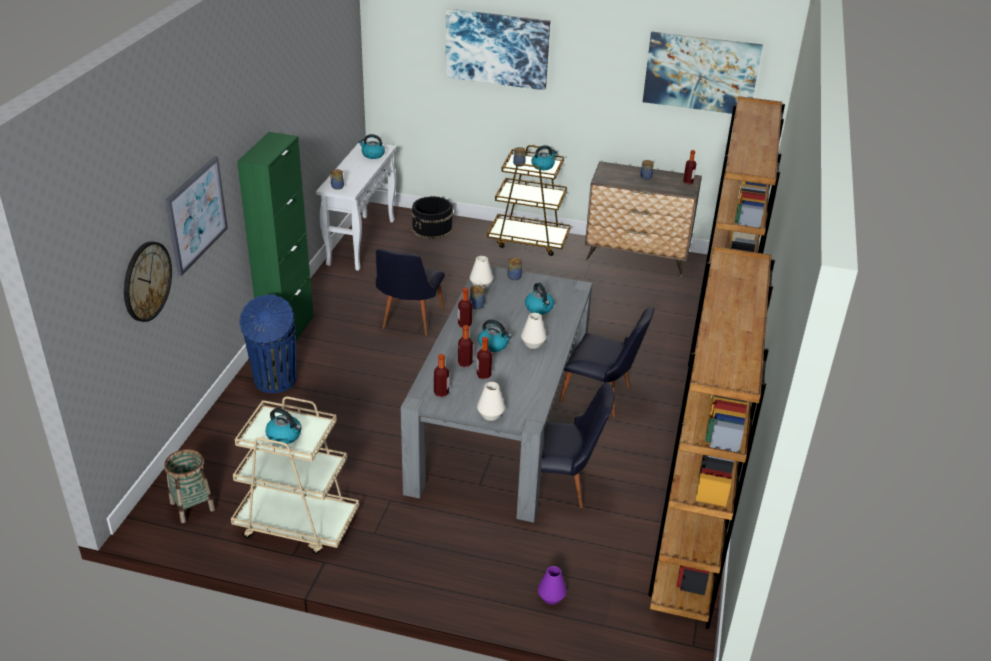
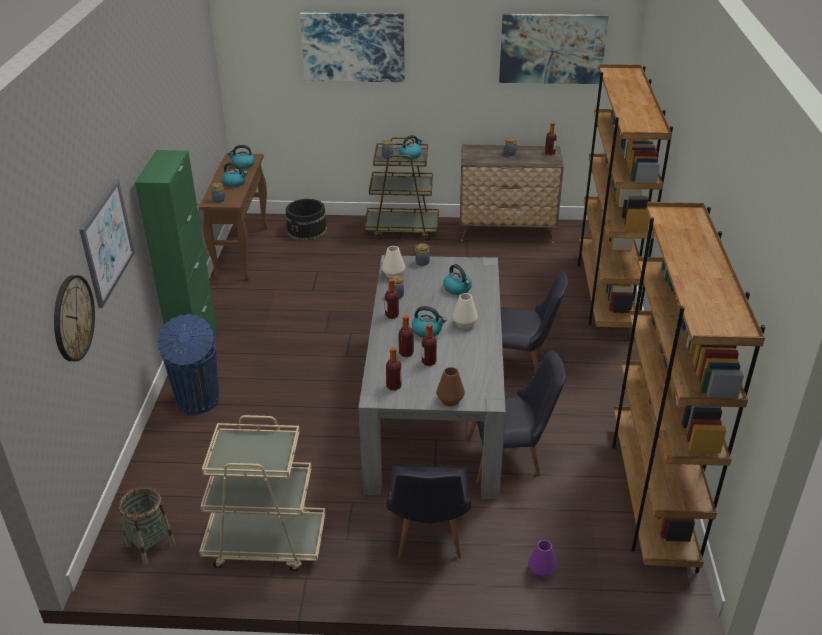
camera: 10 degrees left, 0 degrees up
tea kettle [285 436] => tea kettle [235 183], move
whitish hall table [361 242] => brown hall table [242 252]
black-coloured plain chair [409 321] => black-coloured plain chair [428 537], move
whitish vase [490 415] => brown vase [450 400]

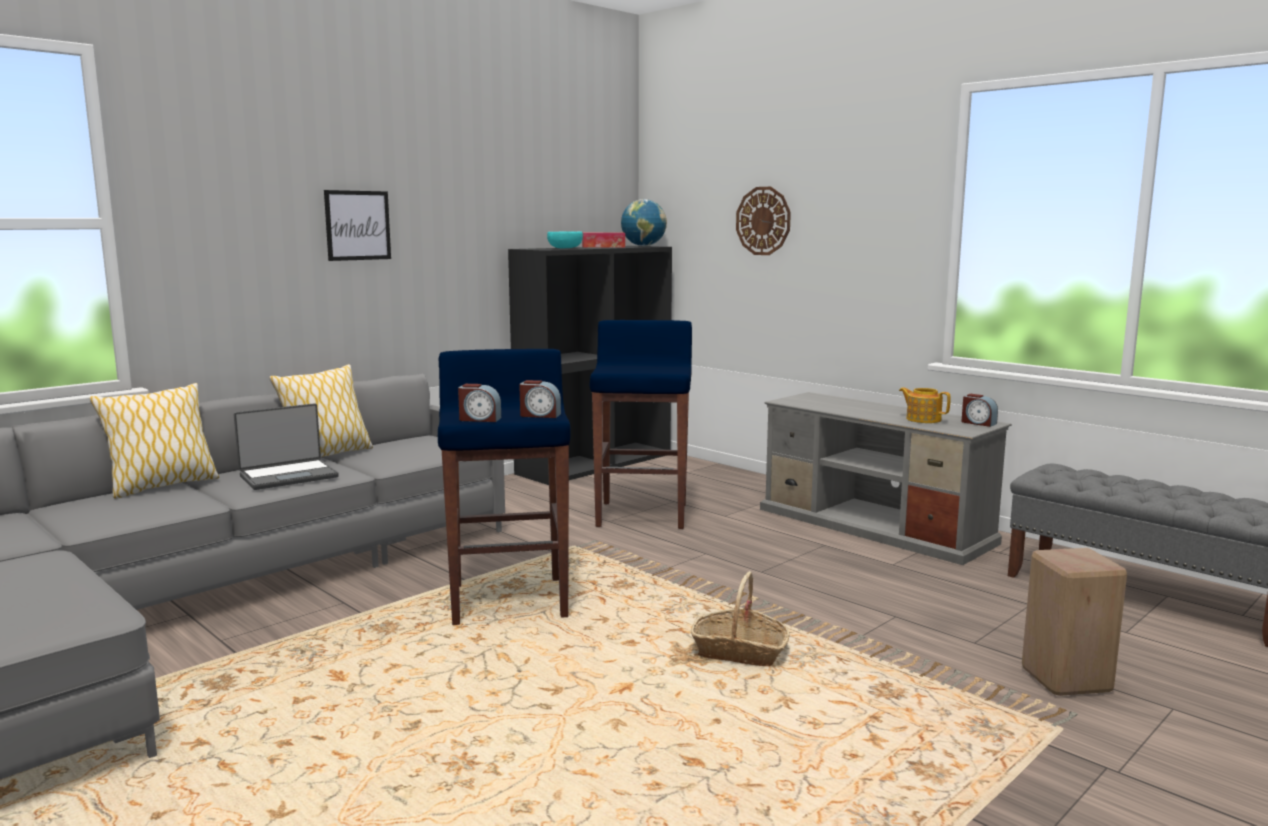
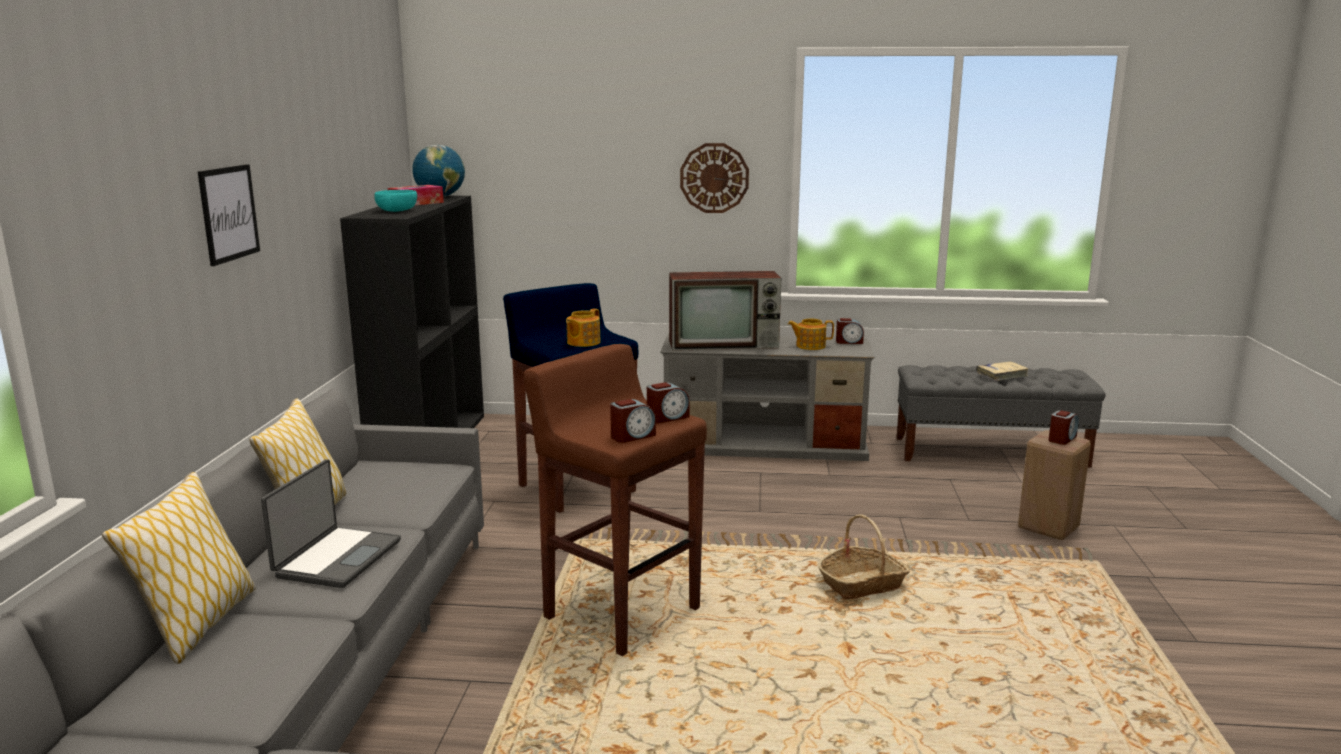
camera: 40 degrees left, 5 degrees up
bluish stool [509 599] => brown stool [620 612]
wall clock [763 221] => wall clock [714 178], move
nothing => teapot [582 342]
nothing => TV set [725 344]
nothing => beige volume [1001 375]
nothing => table clock [1062 439]

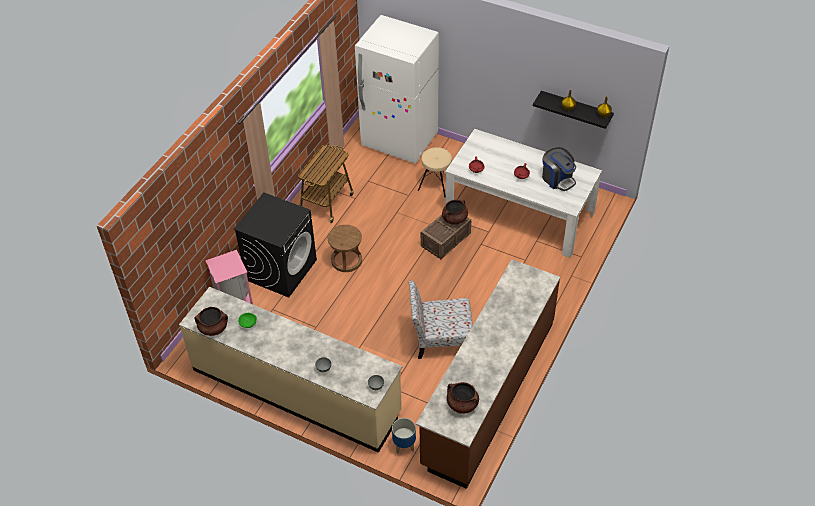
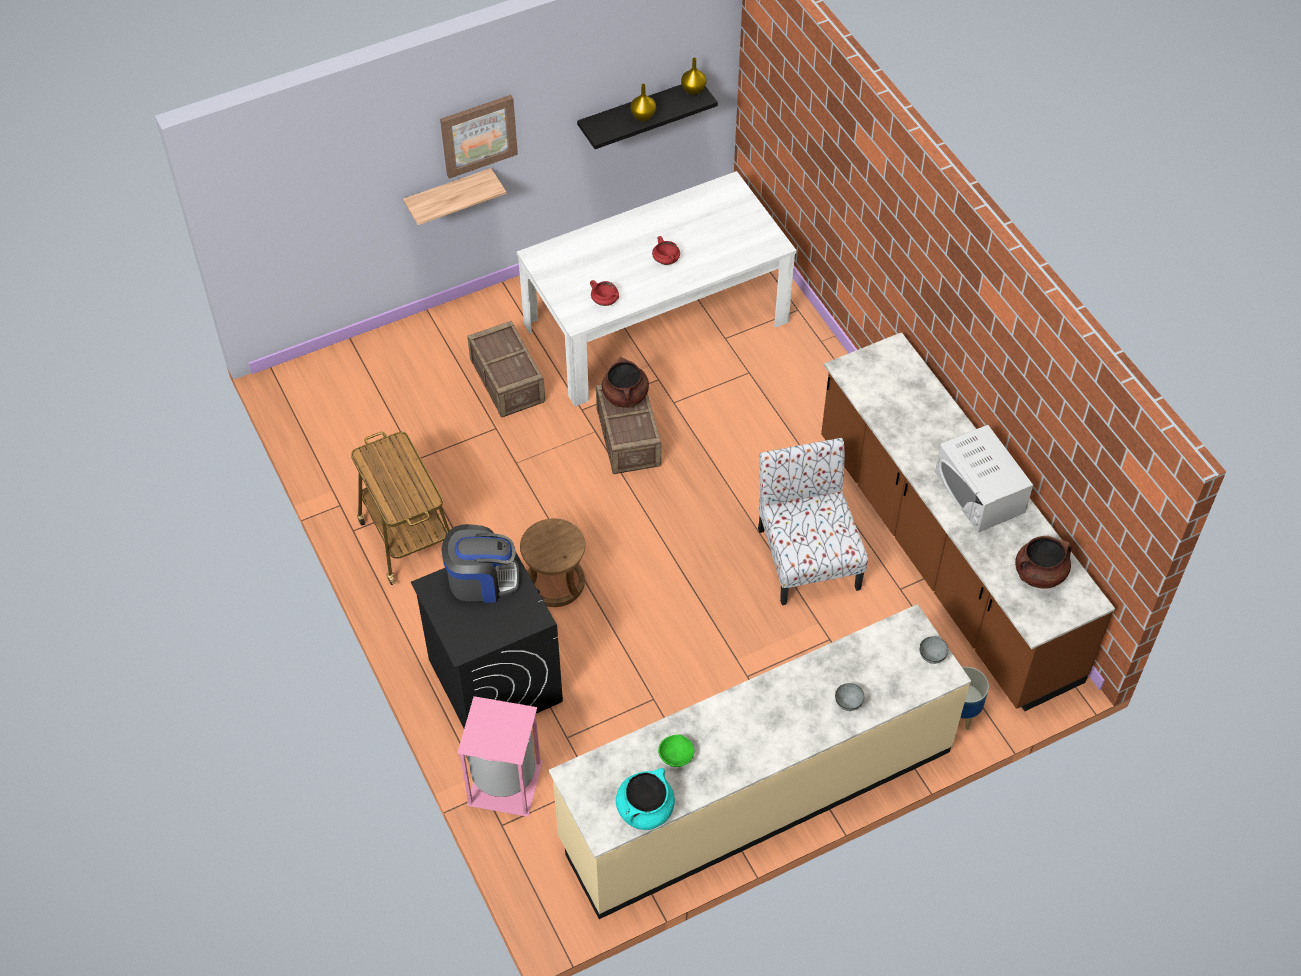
camera: 55 degrees left, 5 degrees up
brown saucepot [213 328] => blue-green saucepot [645 809]
whitish fridge [399 141] => nothing
plain chair [441 339] => plain chair [807 556], 135 degrees clockwise
beige stool [436 184] => packing crate [506 381]
coffee brewer [557 179] => coffee brewer [481 579], move
nothing => shelf [448 195]
nothing => picture [478 135]
nothing => whitish kitchen microwave [979 492]

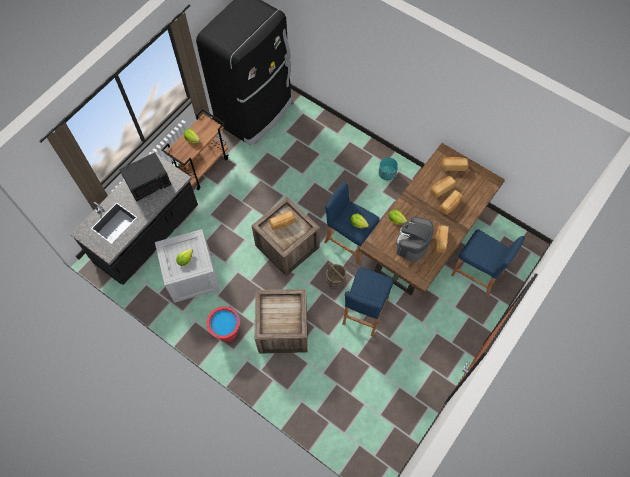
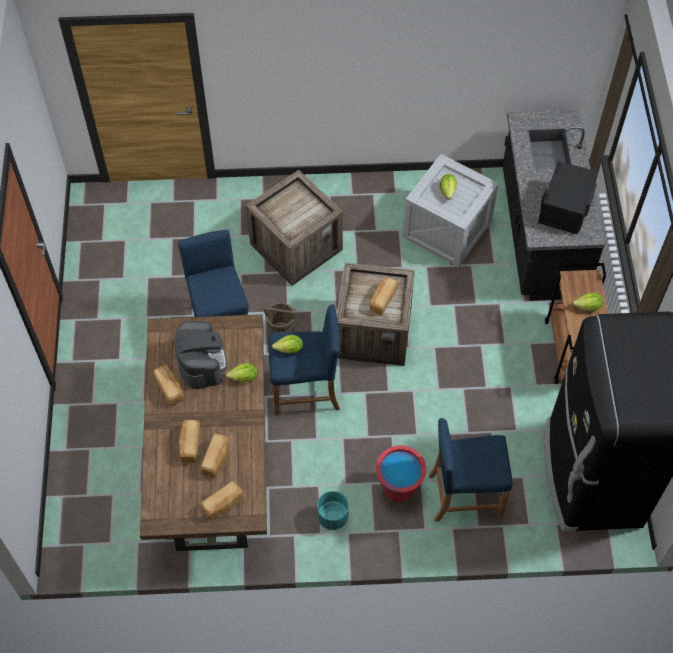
camera: 140 degrees right, 5 degrees down
reddish bucket [227 332] => reddish bucket [398 488], move
bluish stool [477 273] => bluish stool [465 495], move

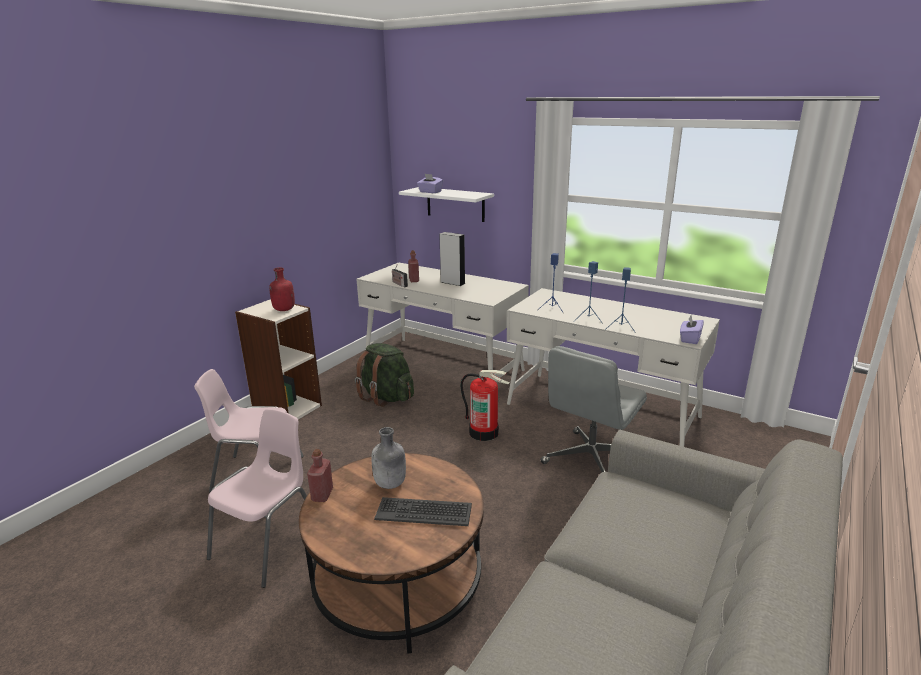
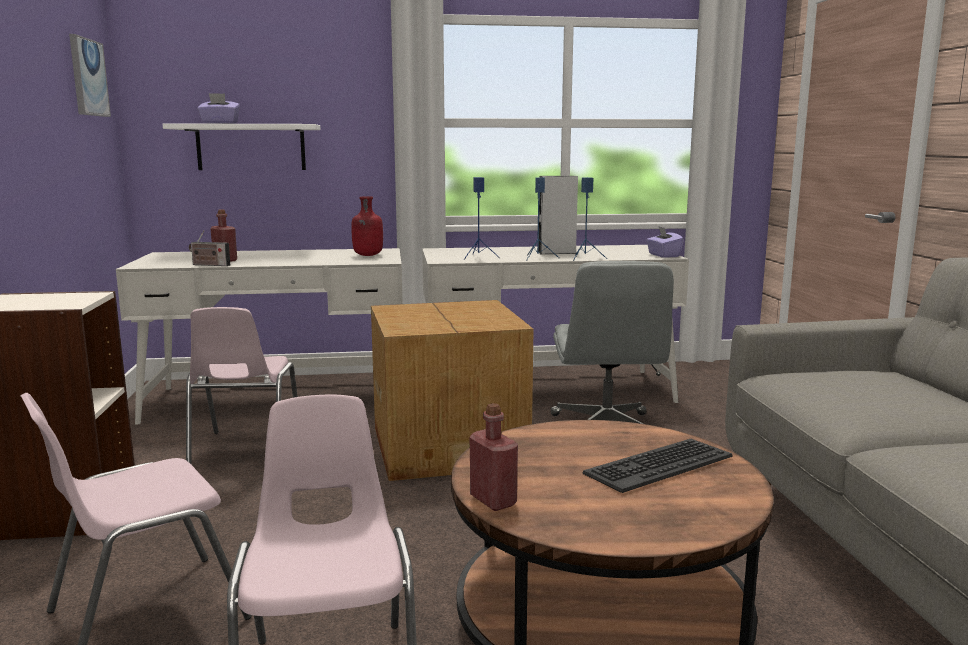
camera: 40 degrees left, 10 degrees down
reddish beverage bottle [283 310] => reddish beverage bottle [367 255], move
green-coloured rucksack [386 397] => pinkish plain chair [245 452]
greyish beverage bottle [390 484] => nothing
greyish speaker [452 283] => greyish speaker [557 253], move
fire extinguisher [484 432] => carton [450 445]
nothing => picture [88 77]

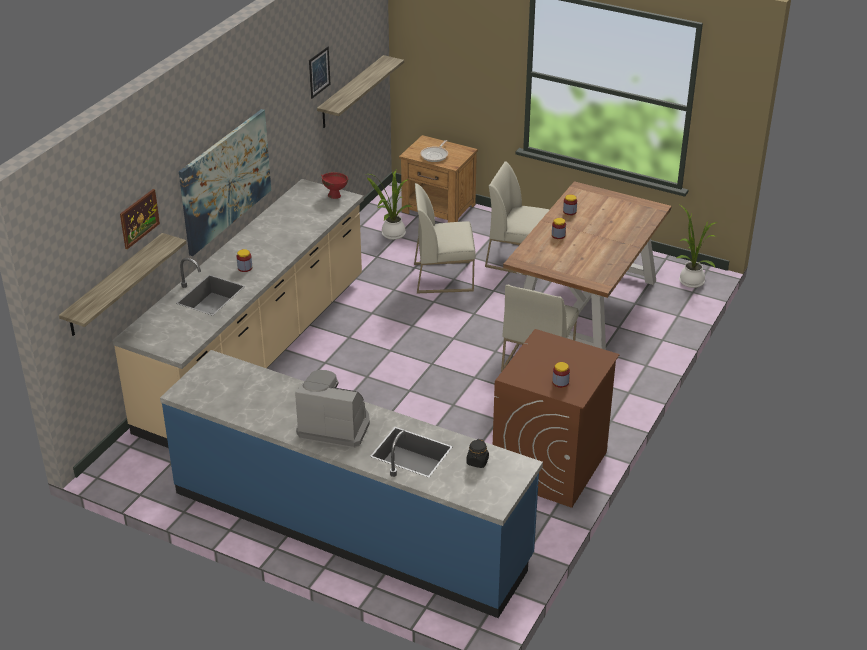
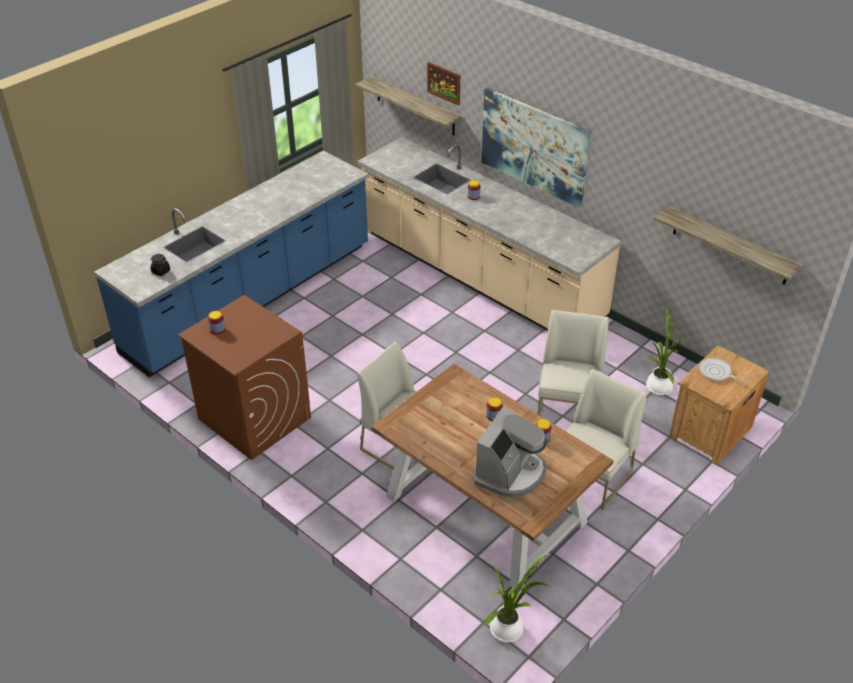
camera: 105 degrees right, 5 degrees up
coffee brewer [334 426] => coffee brewer [510 473], move
picture [319 72] => nothing
reddish deep dish [335 195] => nothing

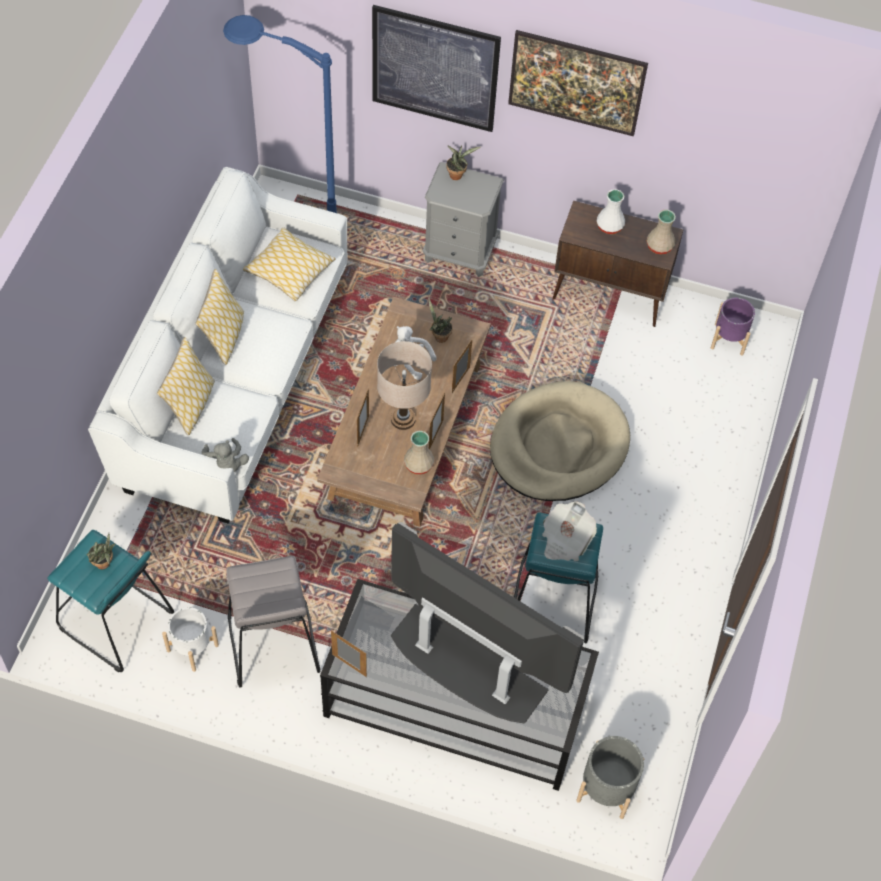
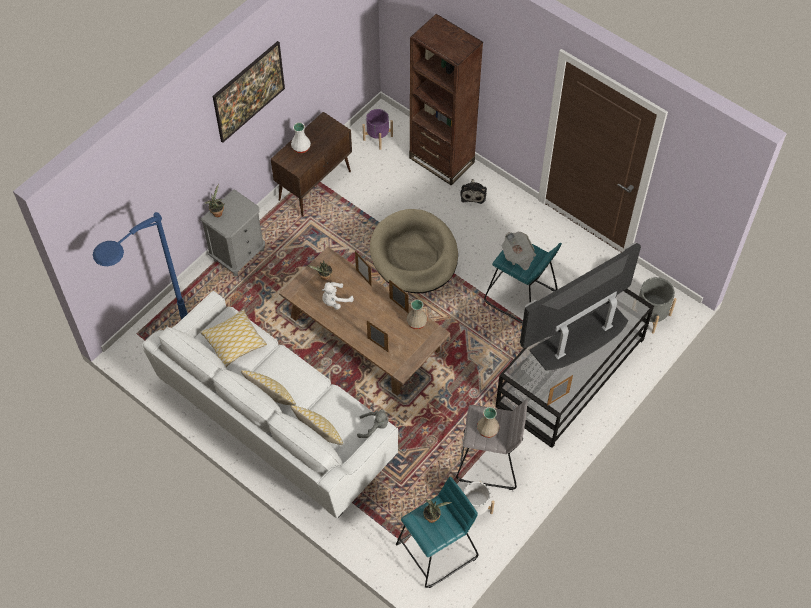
camera: 65 degrees left, 0 degrees up
picture [434 69] => nothing
beige table lamp [403 419] => nothing
beige vase [659 246] => beige vase [487 430], move
nothing => brown bookshelf [441 160]
nothing => soft toy [473 194]

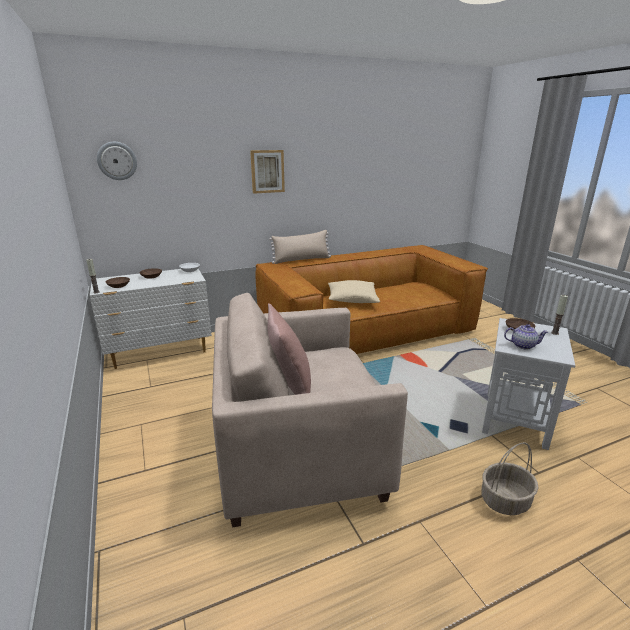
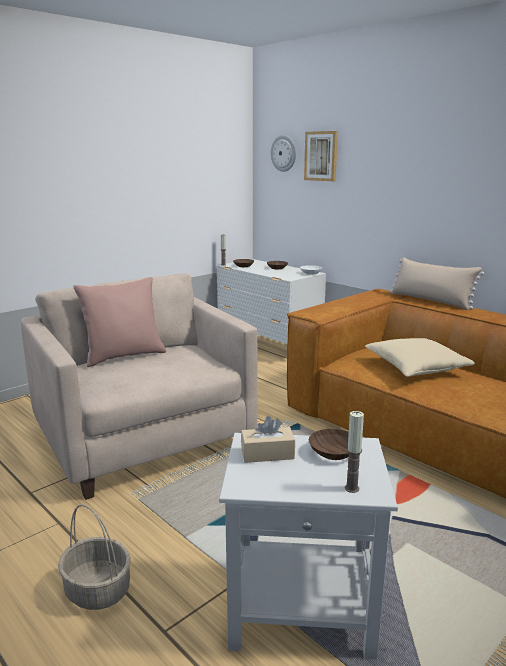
camera: 70 degrees right, 5 degrees down
picture [267 171] => picture [321 156], move
teapot [523 345] => beige box of tissues [267 454]

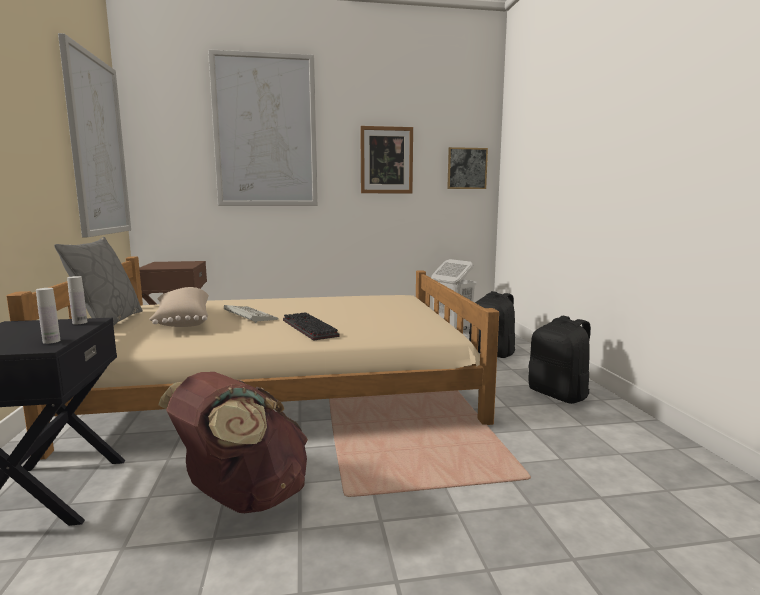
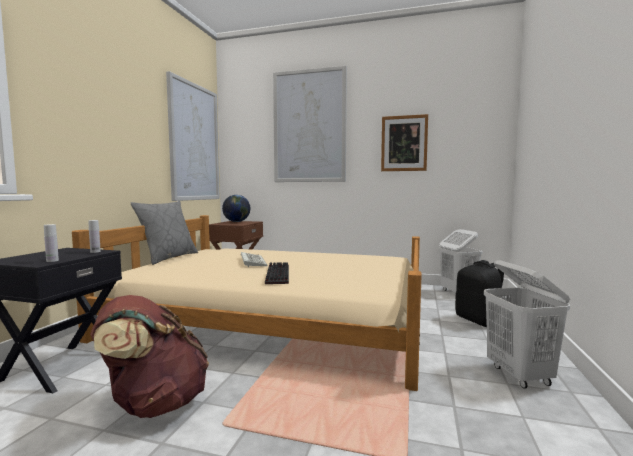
camera: 25 degrees right, 5 degrees down
beige pillow [182 321] => nothing
picture [467 168] => nothing
black-coloured rucksack [559 395] => whitish washing basket [520 376]
nothing => world globe [236 222]

